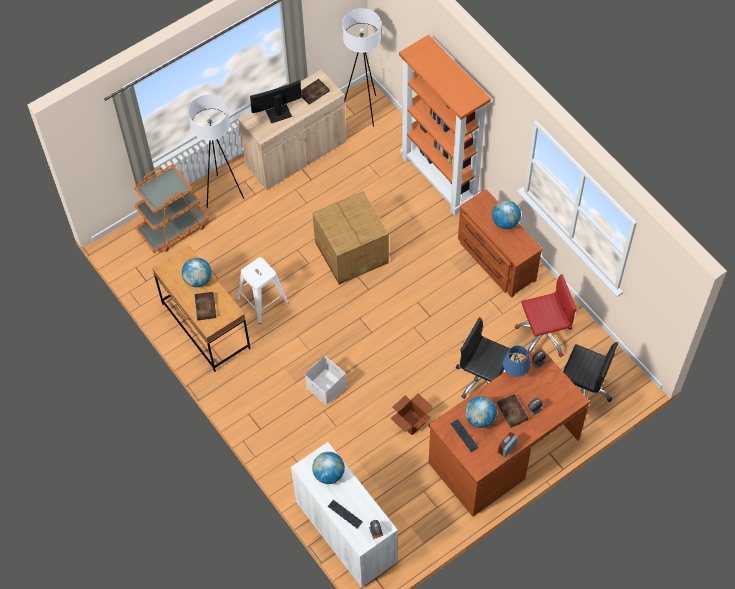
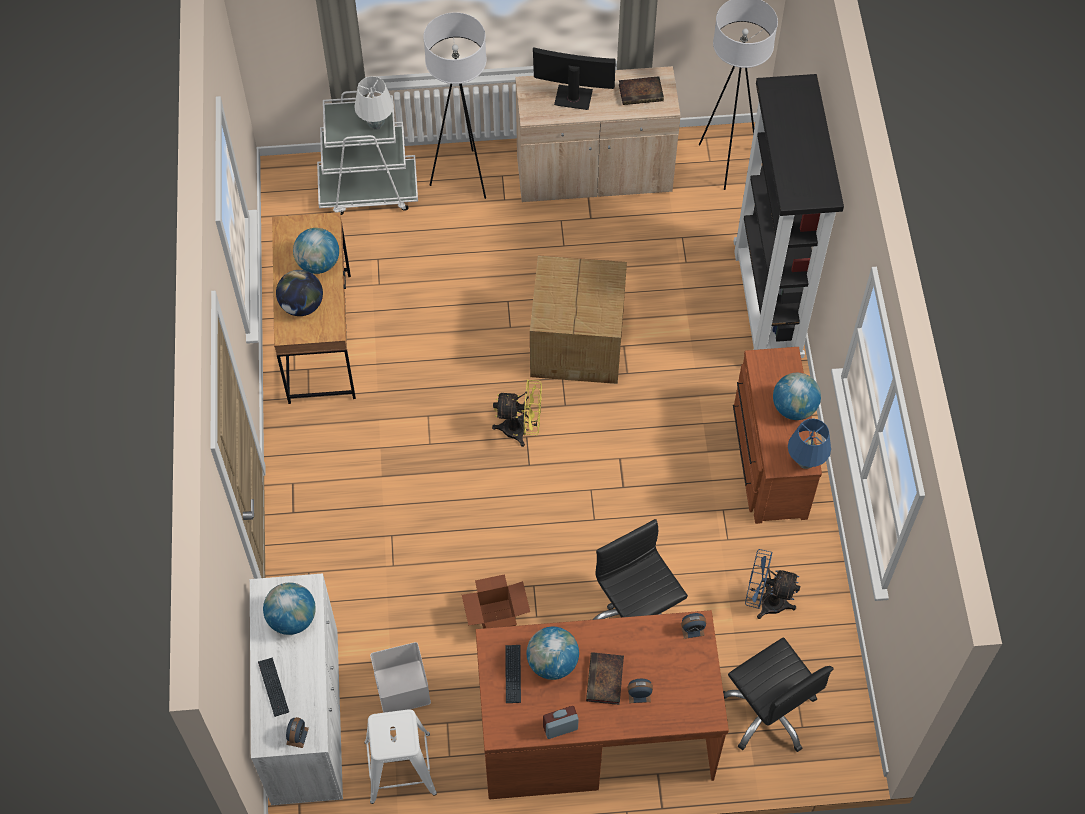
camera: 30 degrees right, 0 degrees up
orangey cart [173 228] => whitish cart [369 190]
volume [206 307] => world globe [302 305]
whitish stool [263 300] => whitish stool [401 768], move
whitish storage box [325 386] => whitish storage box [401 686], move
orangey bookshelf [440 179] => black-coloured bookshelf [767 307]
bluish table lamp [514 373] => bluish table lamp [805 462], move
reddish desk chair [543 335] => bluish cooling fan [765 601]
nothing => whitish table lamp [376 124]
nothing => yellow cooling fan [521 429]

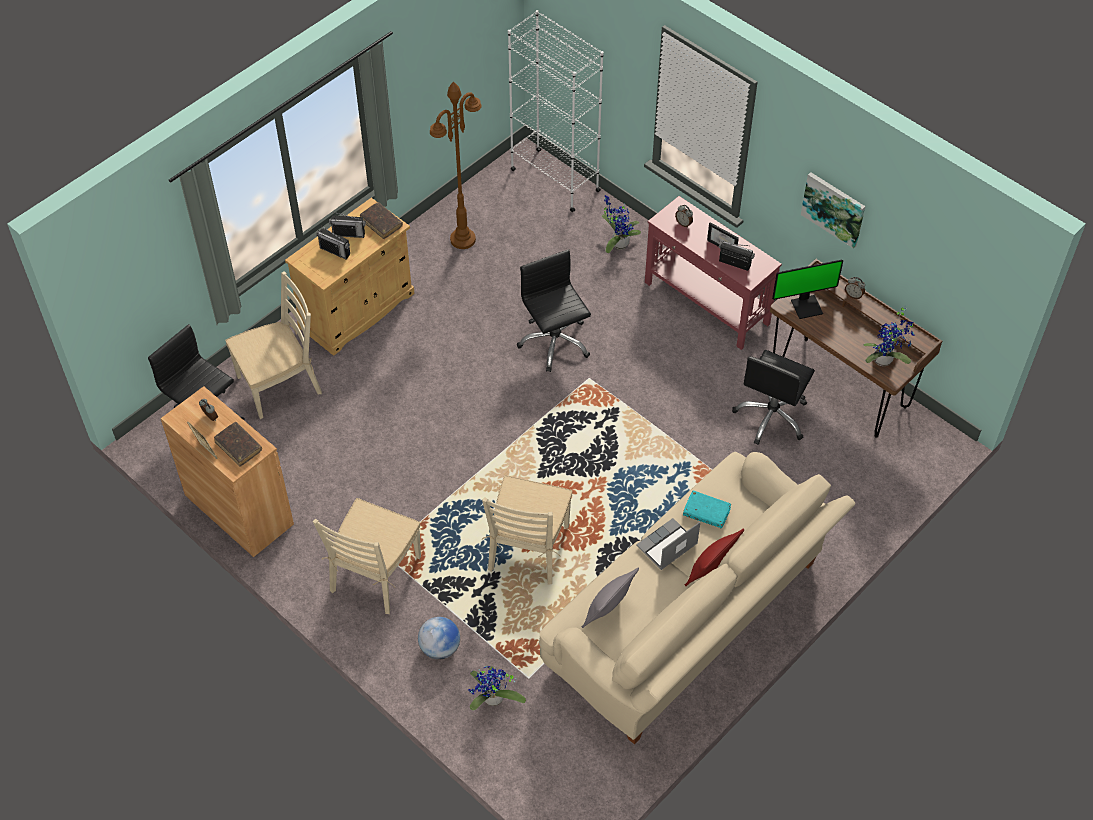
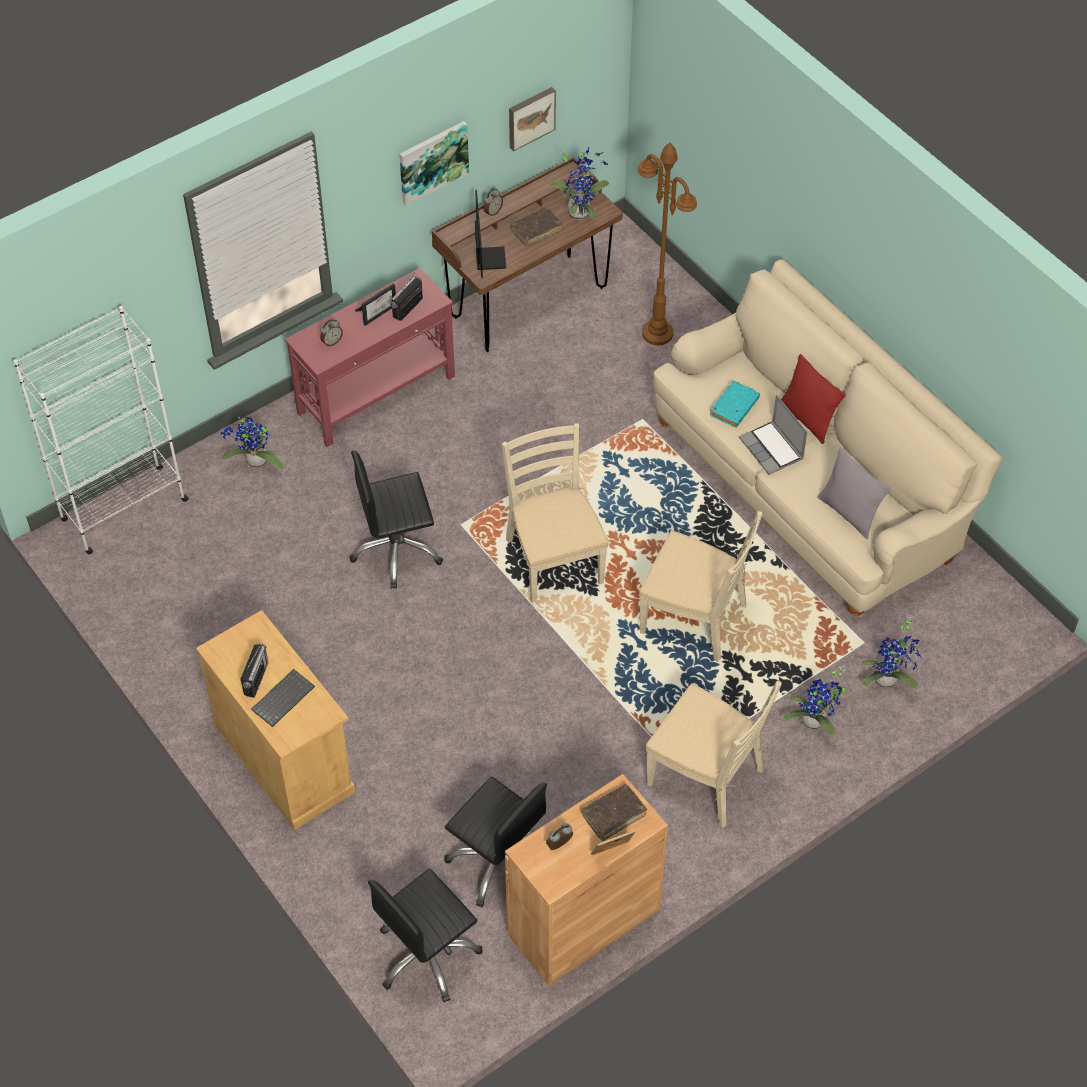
camera: 80 degrees left, 0 degrees up
beige plain chair [280 384] => beige plain chair [553 560], move
radio set [335 251] => PC keyboard [283 697]
brown volume [381 223] => brown volume [536 230], move
world globe [440 648] => houseplant [815 722]
brown floor lamp [462 240] => brown floor lamp [658 333], move
black-coloured desk chair [771 417] => black-coloured desk chair [499 862], move
nothing => picture [530 117]

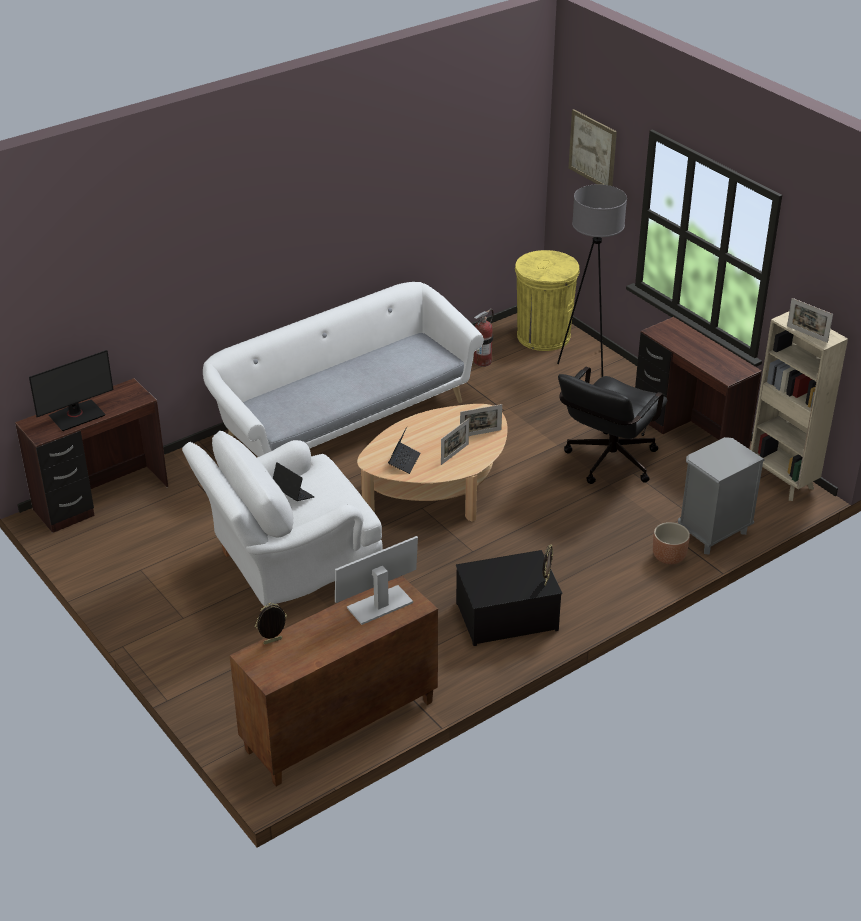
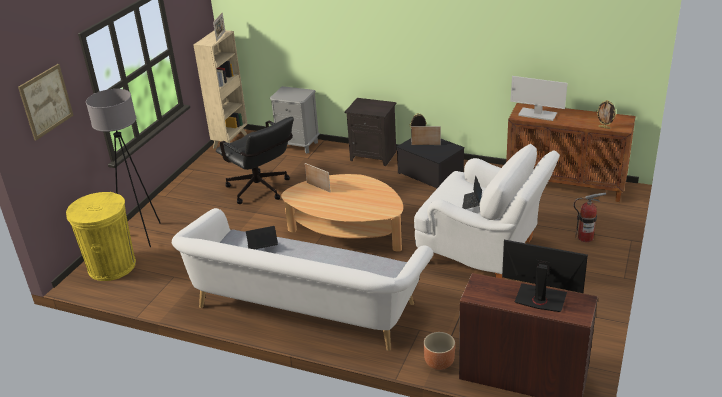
camera: 120 degrees left, 5 degrees down
notebook computer [404 461] => notebook computer [262 248], move
picture frame [454 454] => picture frame [426 145], move
fire extinguisher [482 361] => fire extinguisher [585 237], move
black-coloured desk chair [607 464] => black-coloured desk chair [261 191], 45 degrees clockwise
brown desk [688 436] => nothing
brown flower pot [668 557] => brown flower pot [439 363], move
nothing => black-coloured nightstand [374 156]

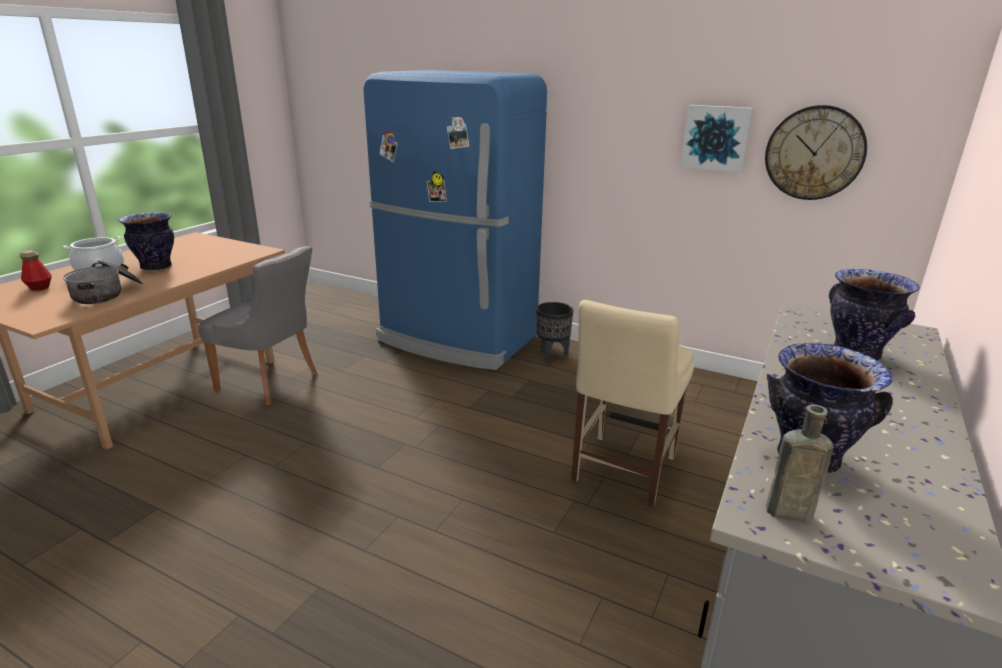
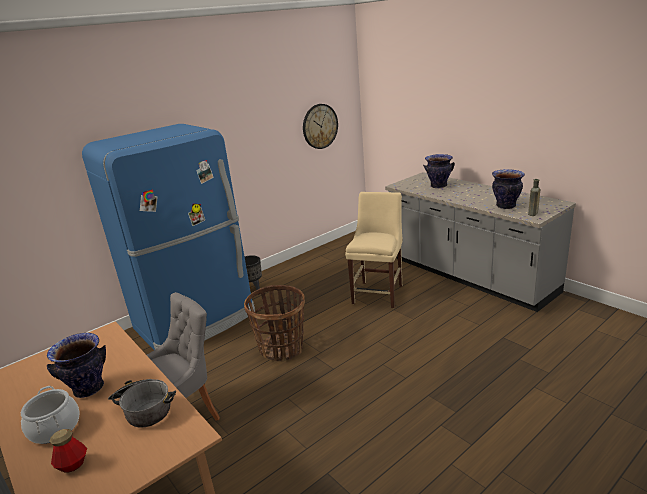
camera: 65 degrees left, 0 degrees up
beige plain chair [621 472] => beige plain chair [379 293], 120 degrees counterclockwise
picture [716 138] => nothing
nothing => household basket [281 348]

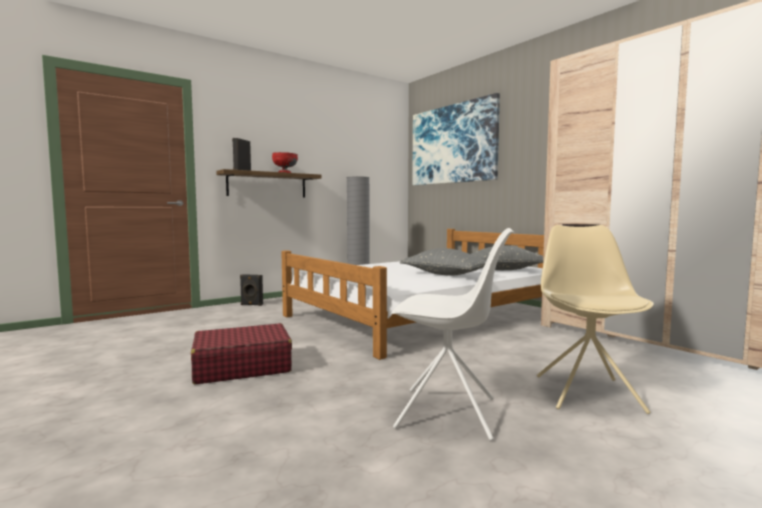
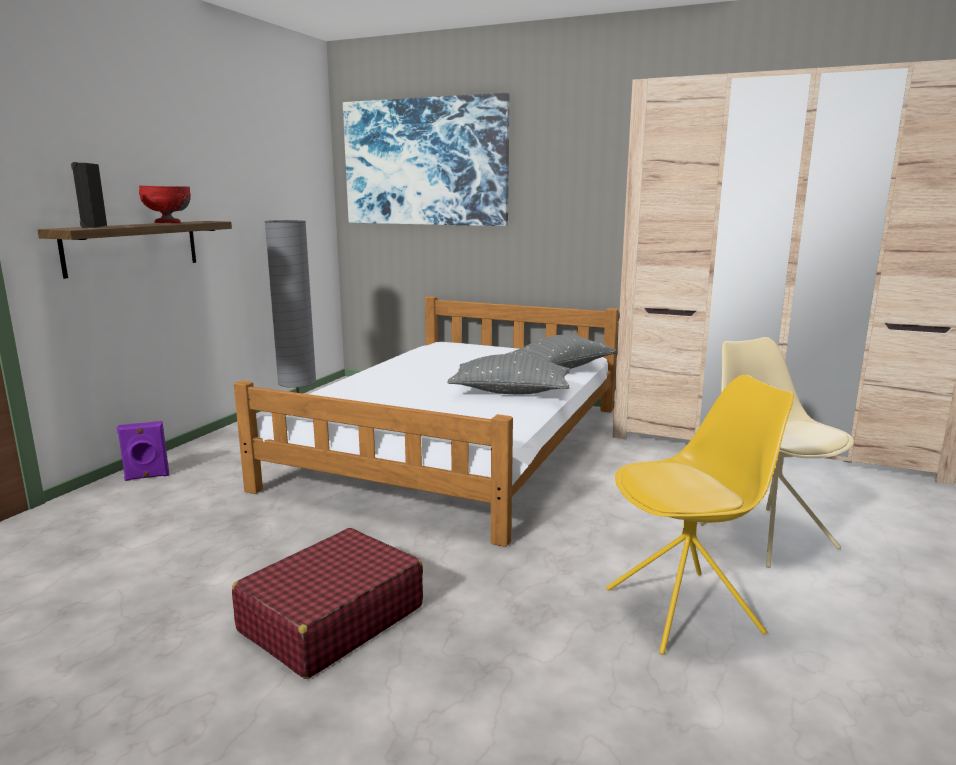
camera: 30 degrees left, 10 degrees up
black-coloured speaker [251 304] => purplish speaker [147 477]
whitish plain chair [449 413] => yellow plain chair [685 610]

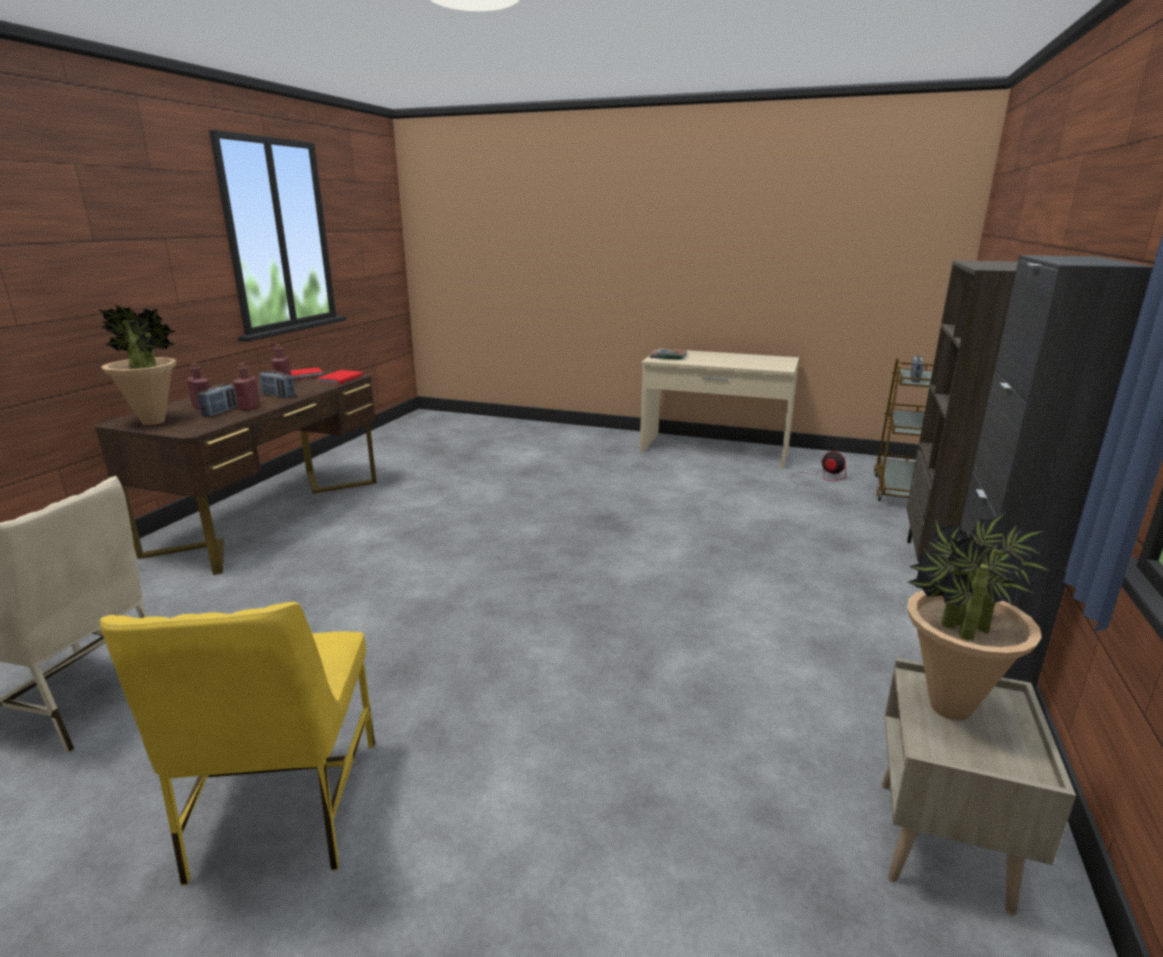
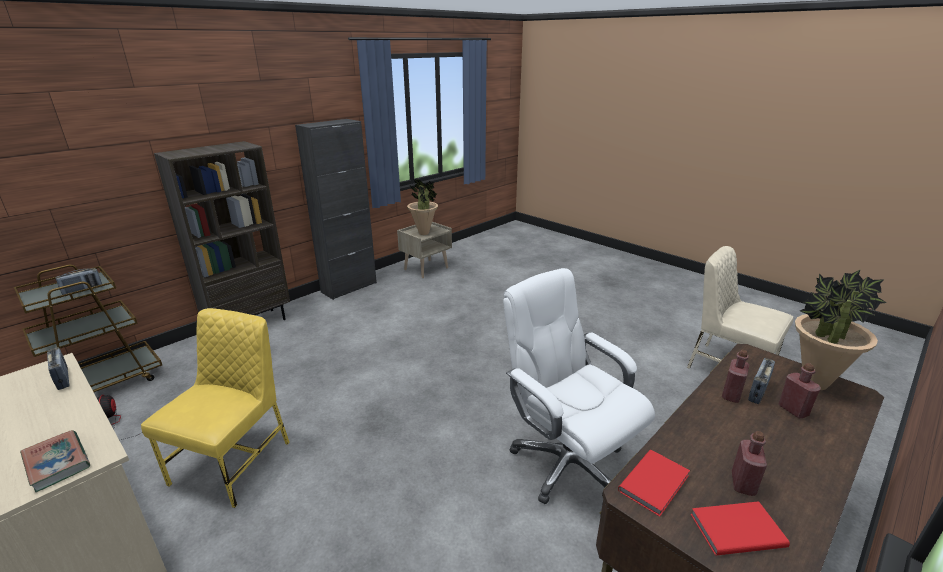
camera: 155 degrees left, 5 degrees up
yellow plain chair [283 809] => yellow plain chair [235 462], move
radio set [278 396] => radio set [63 379], move
nothing => whitish desk chair [567 462]

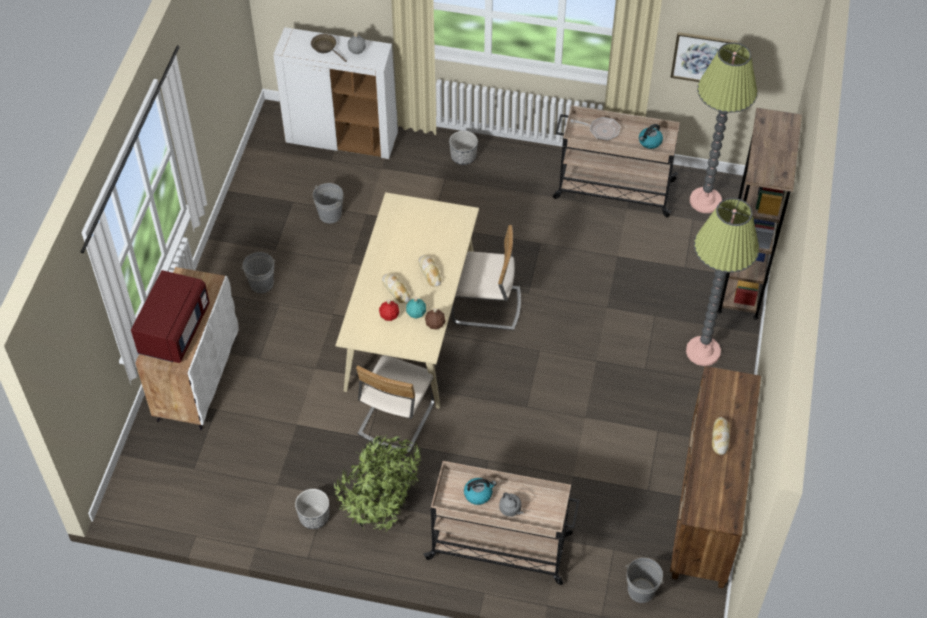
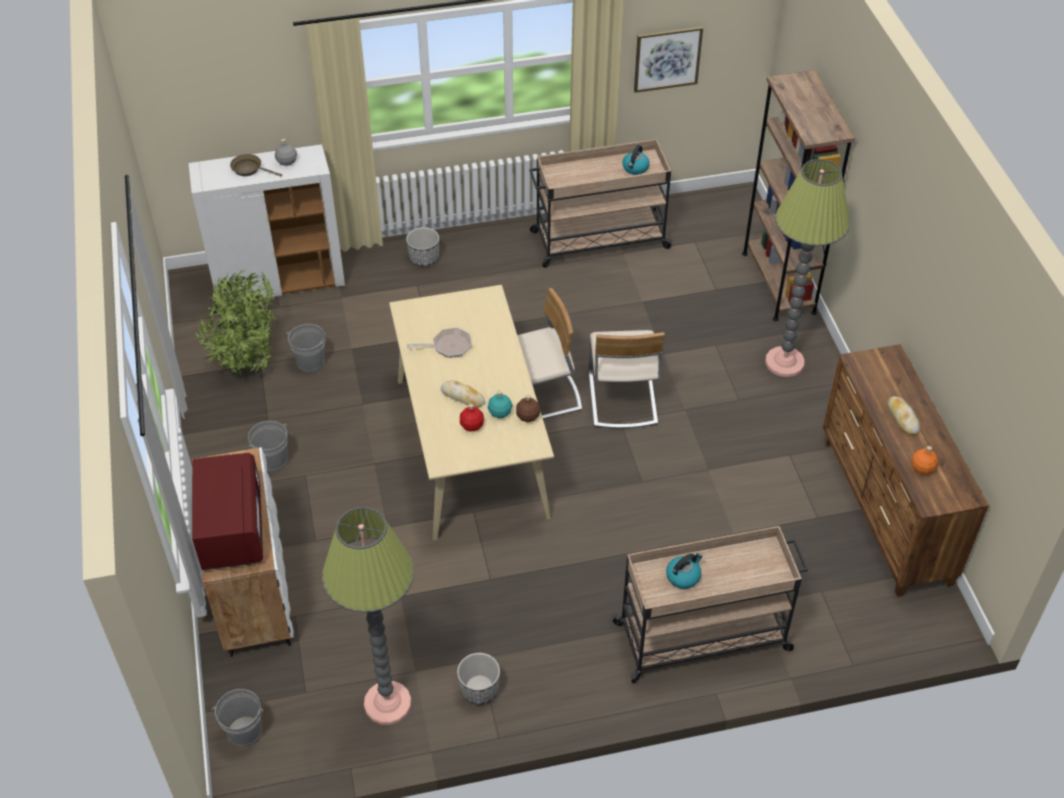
camera: 25 degrees left, 5 degrees down
houseplant [382 507] => houseplant [248 360], move
beige plain chair [396 418] => beige plain chair [621 398], move
bread [430 272] => nothing
greyish tea kettle [511 509] => nothing
pan [601 130] => pan [448 346], move
greyish bucket [641 590] => greyish bucket [244 731], move
floor lamp [705 201] => floor lamp [387 703], move
nothing => orangey beverage bottle [922 468]

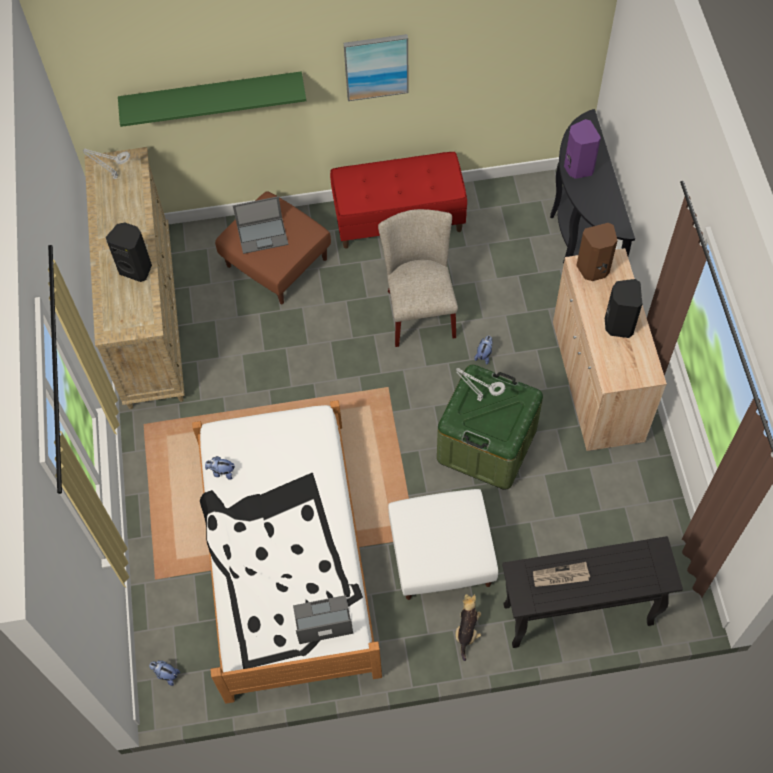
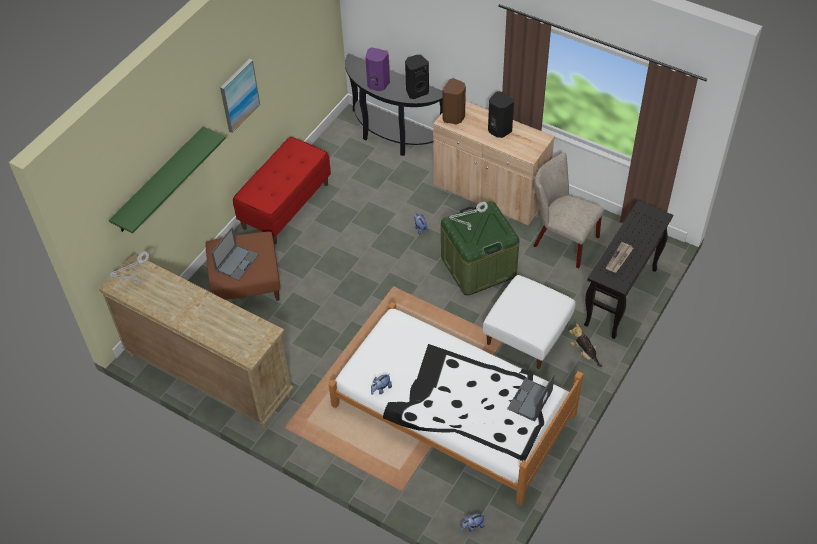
camera: 50 degrees left, 10 degrees down
black-coloured speaker [136 268] => black-coloured speaker [416 91], move
beige plain chair [419 309] => beige plain chair [561 240], move

